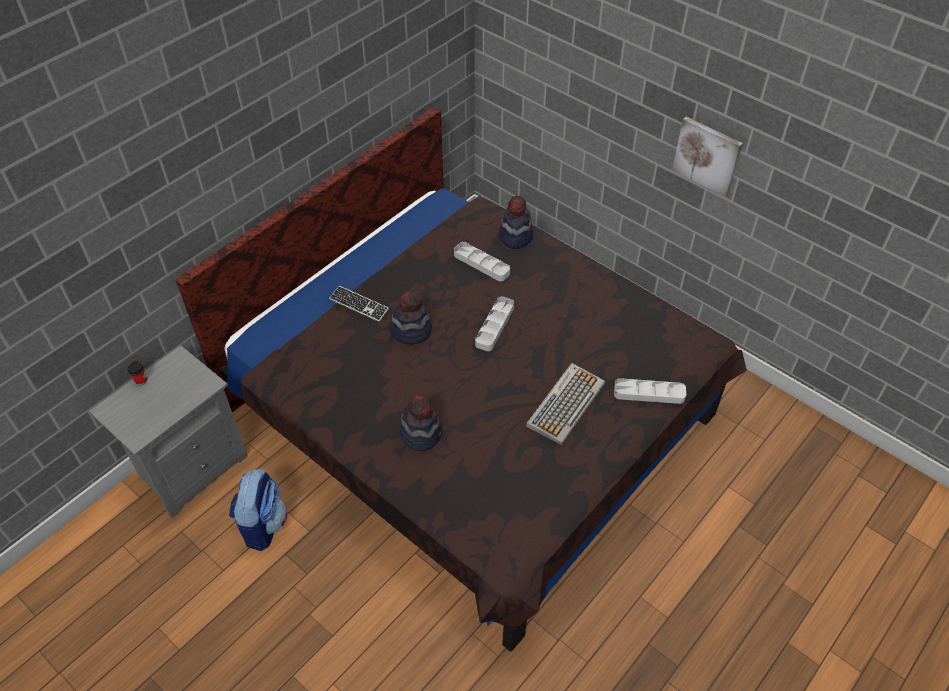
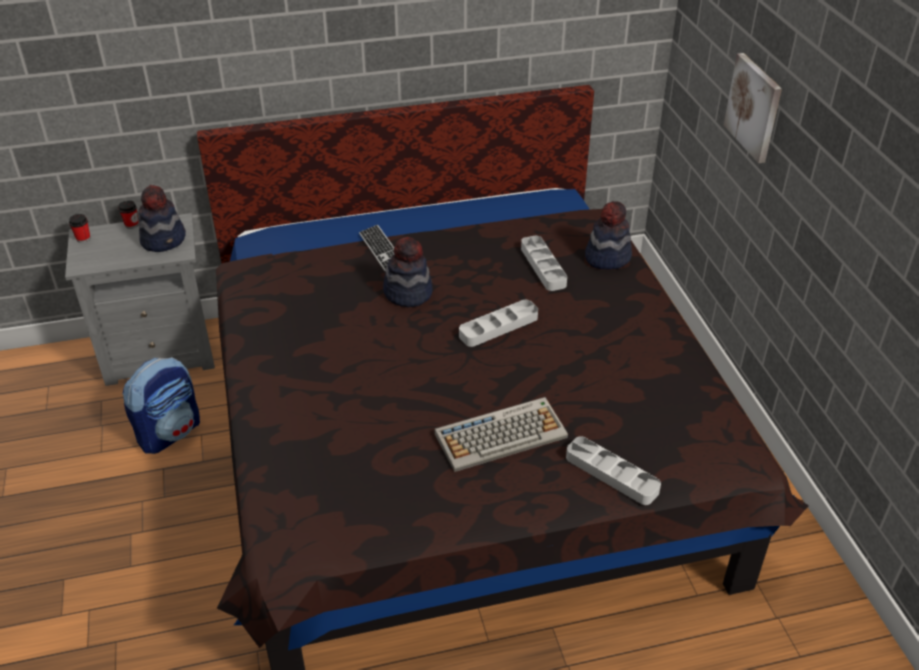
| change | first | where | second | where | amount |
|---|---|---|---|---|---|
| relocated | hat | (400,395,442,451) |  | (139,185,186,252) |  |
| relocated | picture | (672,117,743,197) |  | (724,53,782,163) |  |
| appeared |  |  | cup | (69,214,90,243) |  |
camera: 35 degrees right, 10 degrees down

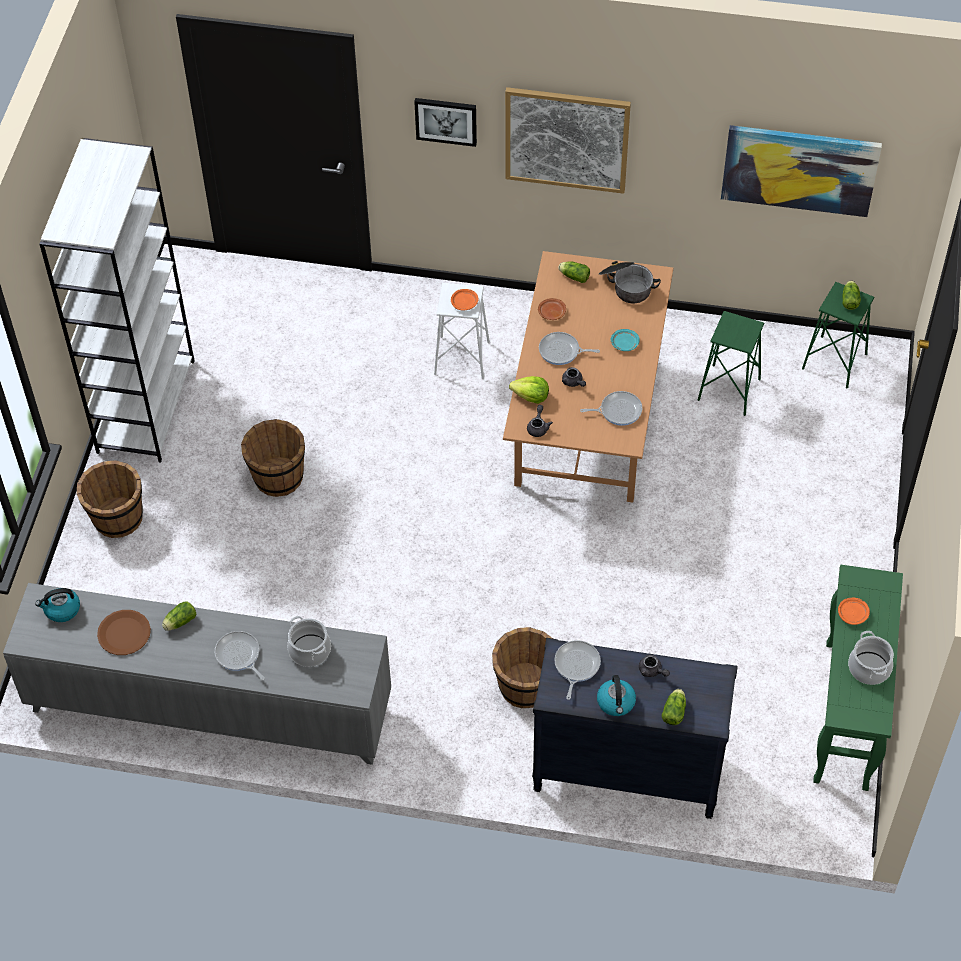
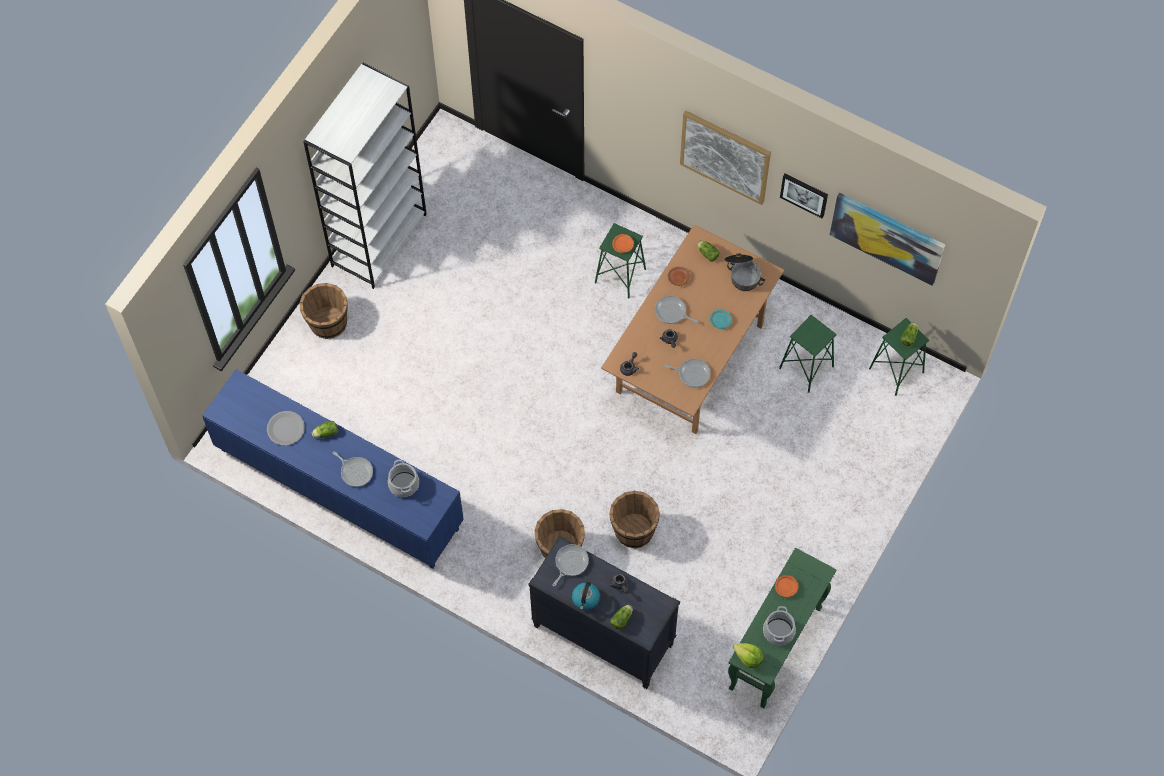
| change | first | where | second | where | amount |
|---|---|---|---|---|---|
| colour | cabinet (grey) | (3,583,391,765) | cabinet (blue) | (202,369,464,568) |  |
| missing | kettle | (35,588,80,622) |  |  |  |
| colour | plate (brown) | (97,610,151,655) | plate (grey) | (267,411,305,446) |  |
| spun | frying pan | (215,631,265,680) |  | (333,451,373,487) | 150 degrees clockwise |
| relocated | bucket (brown) | (241,419,305,497) |  | (609,491,660,548) |  |
| relocated | picture | (414,98,477,147) |  | (780,174,828,218) |  |
| colour | stool (white) | (434,283,490,379) | stool (green) | (595,223,646,299) |  |
| relocated | lettuce | (509,376,549,404) |  | (733,643,764,668) |  |
camera: 20 degrees right, 10 degrees up

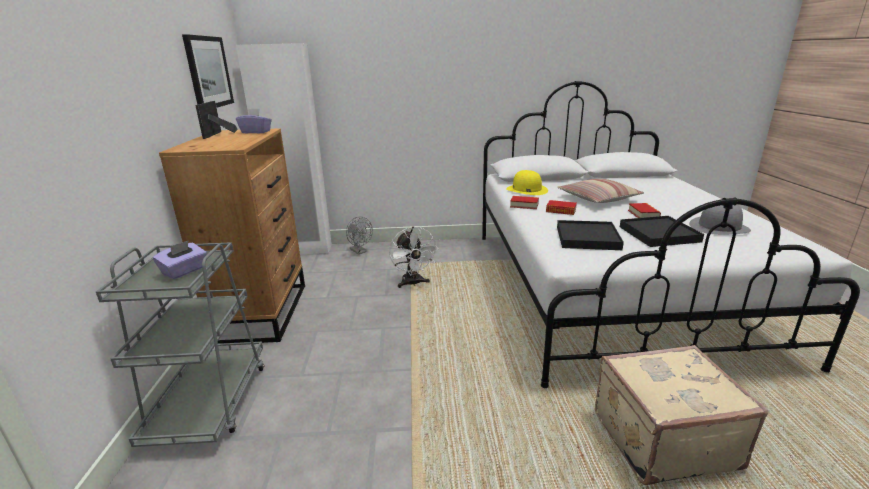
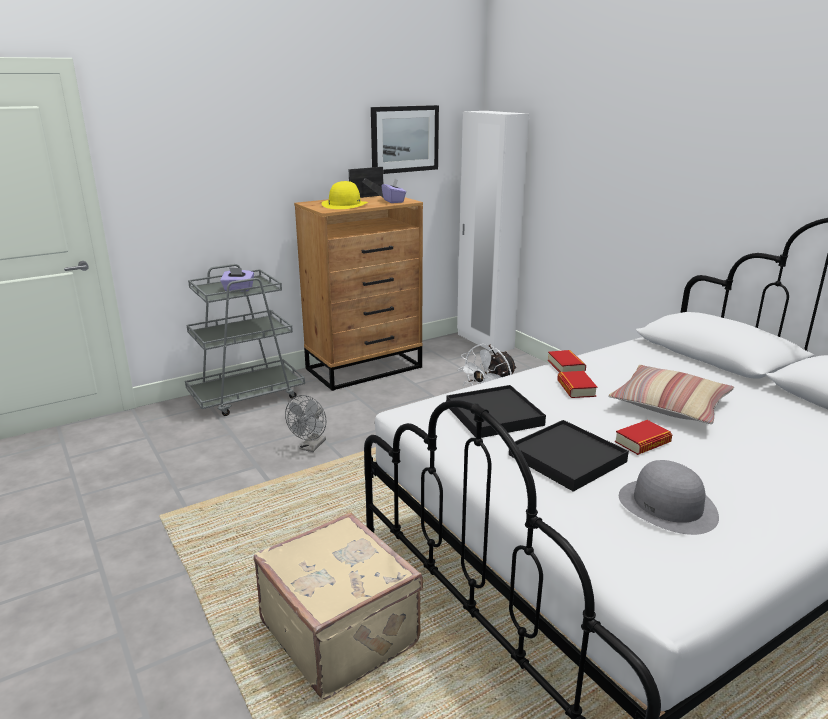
| change | first | where | second | where | amount |
|---|---|---|---|---|---|
| relocated | fan (grey) | (346,217,373,254) |  | (285,395,326,452) |  |
| relocated | hat (yellow) | (506,170,548,195) |  | (321,181,368,209) |  |
camera: 60 degrees right, 0 degrees up

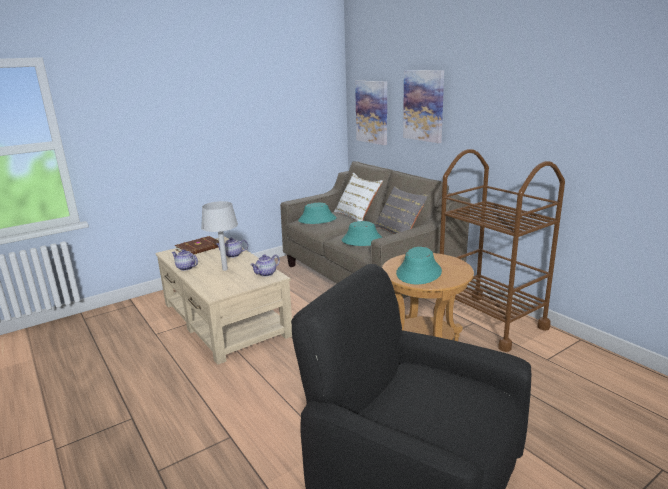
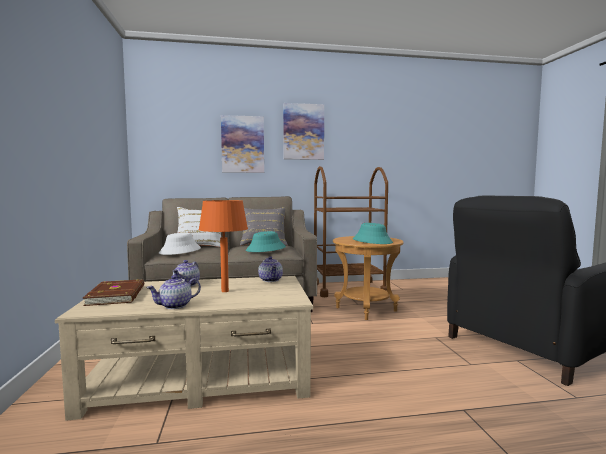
| change | first | where | second | where | amount |
|---|---|---|---|---|---|
| colour | table lamp (grey) | (201,201,238,271) | table lamp (orange) | (199,200,248,292) |  |
| colour | hat (turquoise) | (298,203,337,224) | hat (white) | (159,232,201,255) |  |
| relocated | picture | (355,81,387,145) |  | (283,103,324,160) |  |
camera: 65 degrees left, 15 degrees down

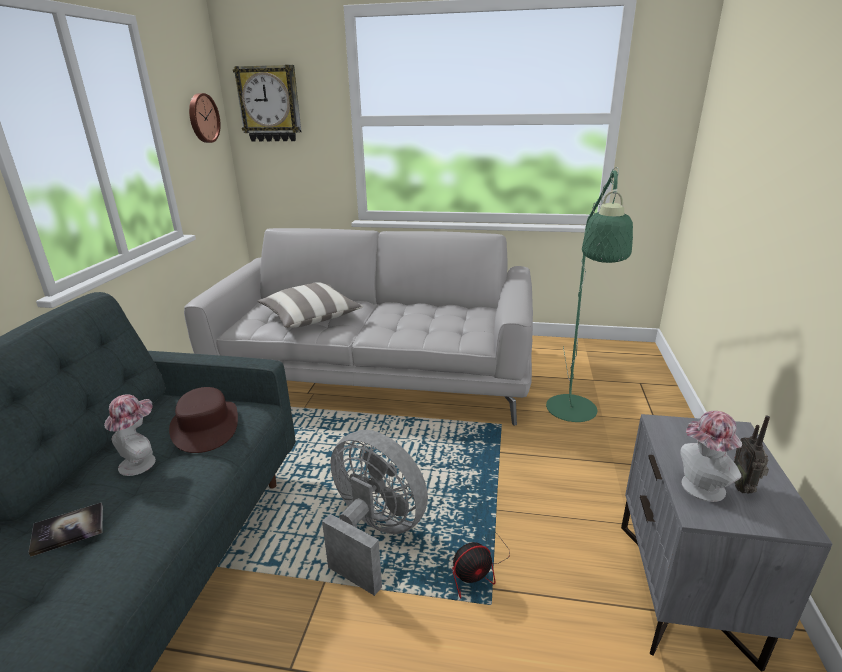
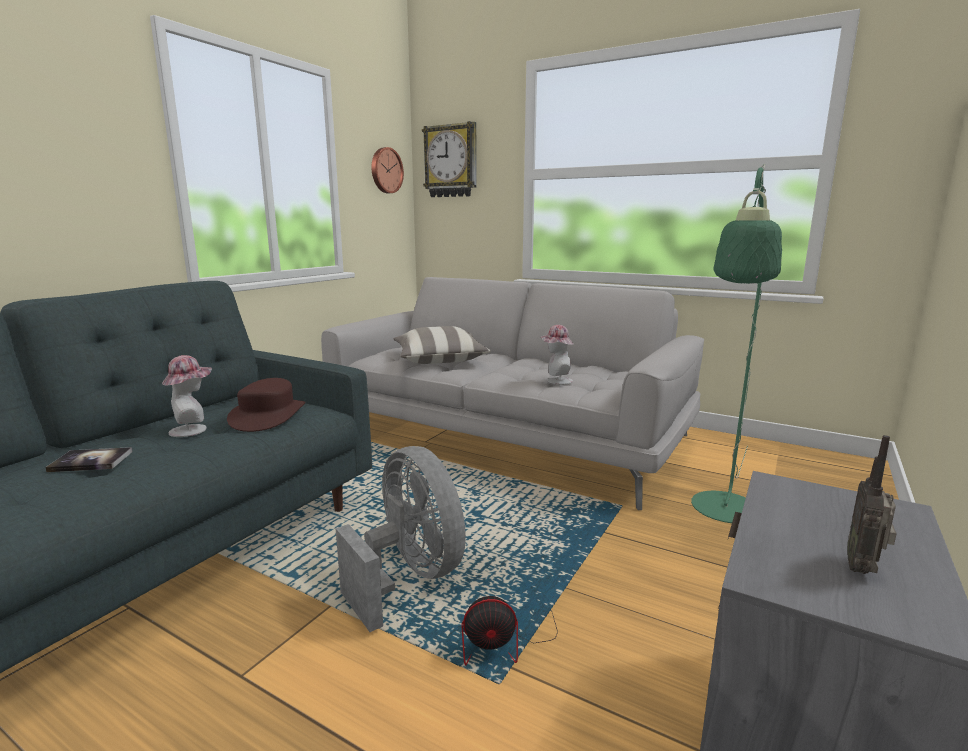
| change | first | where | second | where | amount |
|---|---|---|---|---|---|
| relocated | hat | (681,411,742,502) |  | (540,325,573,385) |  |
camera: 20 degrees right, 10 degrees down

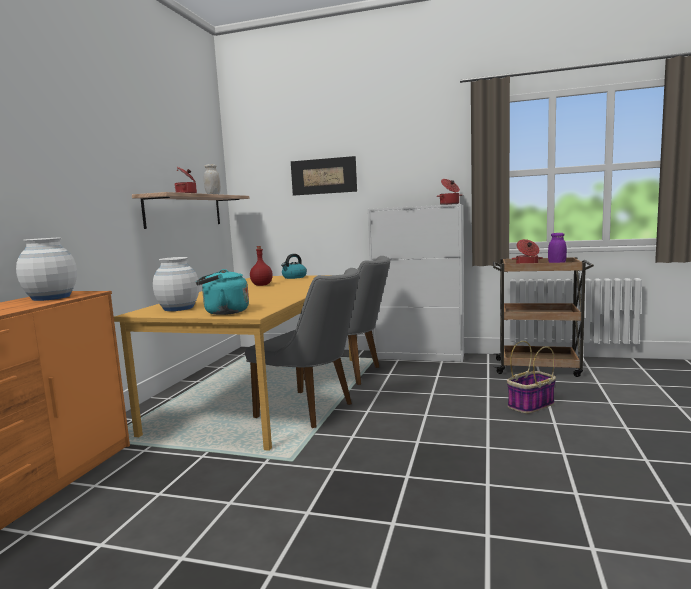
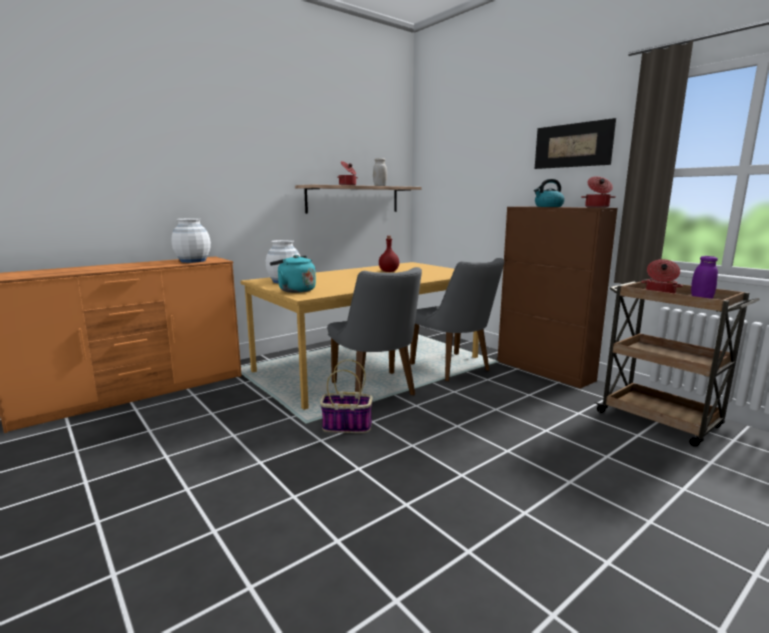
| change | first | where | second | where | amount |
|---|---|---|---|---|---|
| relocated | kettle | (281,254,307,279) |  | (534,179,565,207) |  |
| relocated | picture | (291,156,357,196) |  | (535,118,616,169) |  |
| colour | cabinet (white) | (368,204,464,362) | cabinet (brown) | (497,206,618,389) |  |
| relocated | basket | (507,341,556,414) |  | (320,359,373,433) |  |
camera: 35 degrees right, 5 degrees up

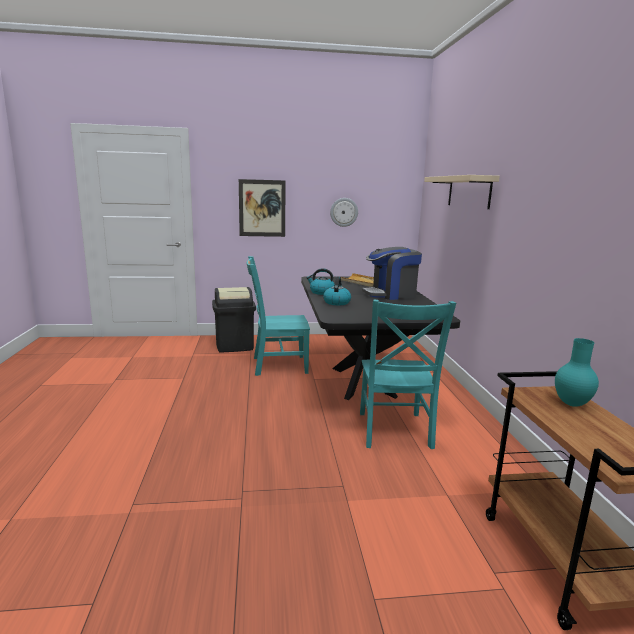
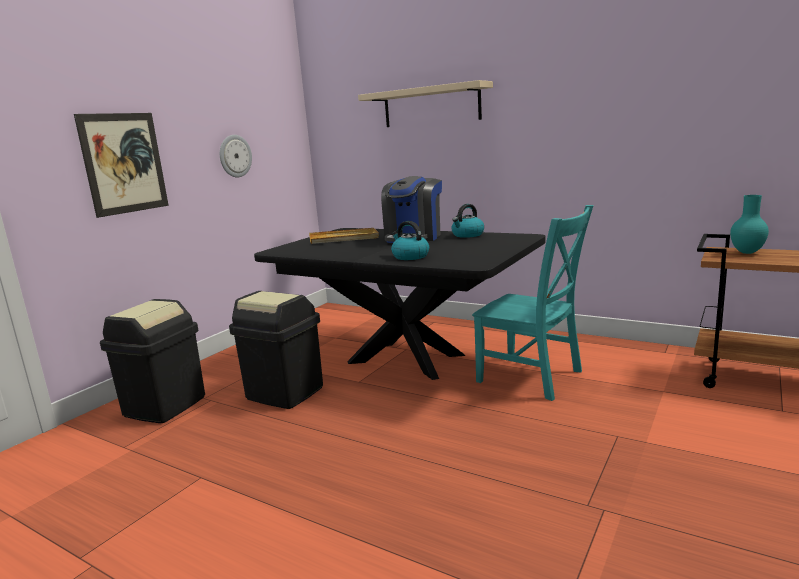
| change | first | where | second | where | amount |
|---|---|---|---|---|---|
| exchanged | chair (turquoise) | (246,256,310,376) | trash can (black) | (229,291,323,409) |  |
| relocated | kettle | (307,268,335,295) |  | (451,204,484,238) |  |
camera: 50 degrees left, 0 degrees up

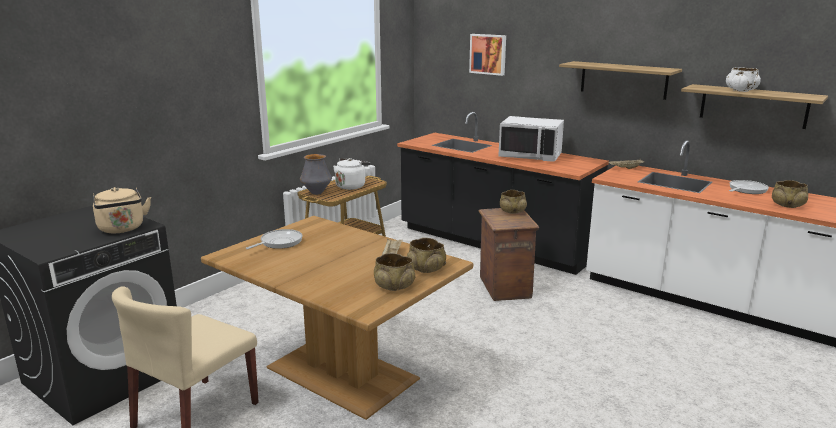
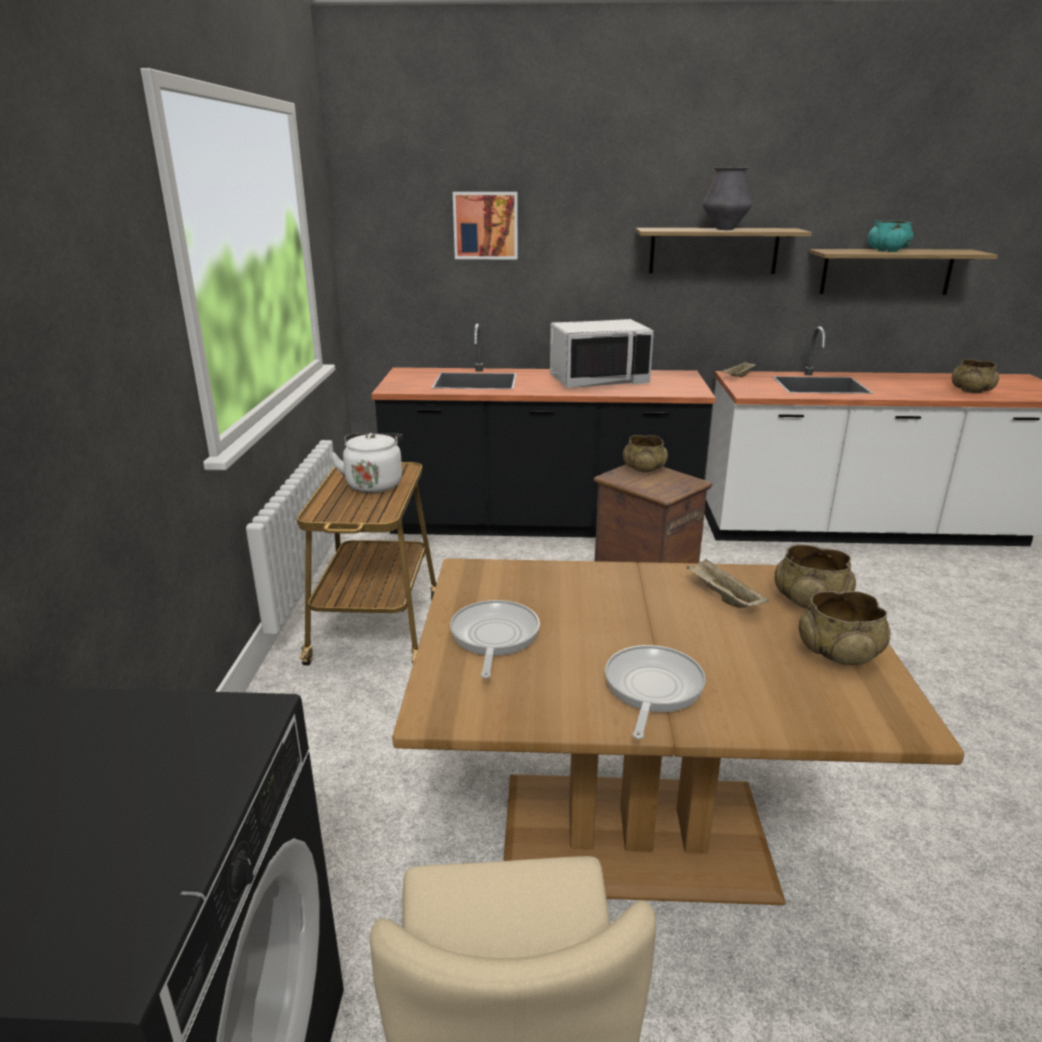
| change | first | where | second | where | amount |
|---|---|---|---|---|---|
| missing | kettle (beige) | (93,187,151,233) |  |  |  |
| relocated | vase | (300,154,332,195) |  | (703,167,752,230) |  |
| colour | bowl (white) | (726,67,761,92) | bowl (turquoise) | (868,220,914,252) |  |
| relocated | frying pan | (729,180,769,194) |  | (605,645,706,739) |  |
camera: 35 degrees left, 5 degrees up

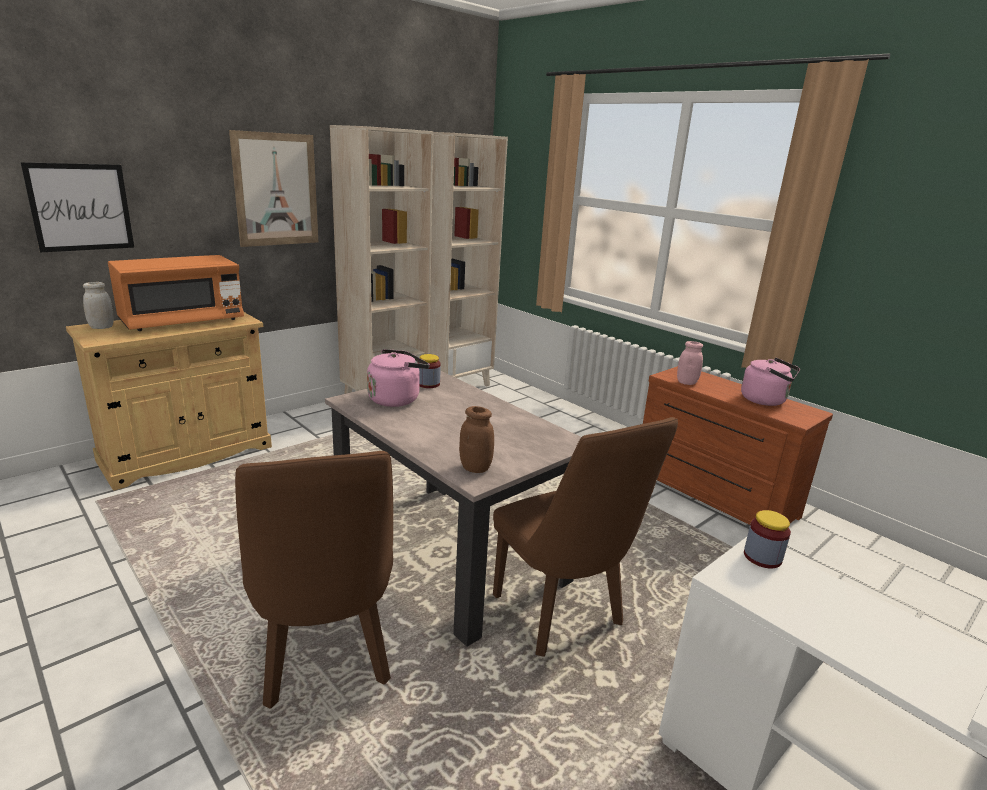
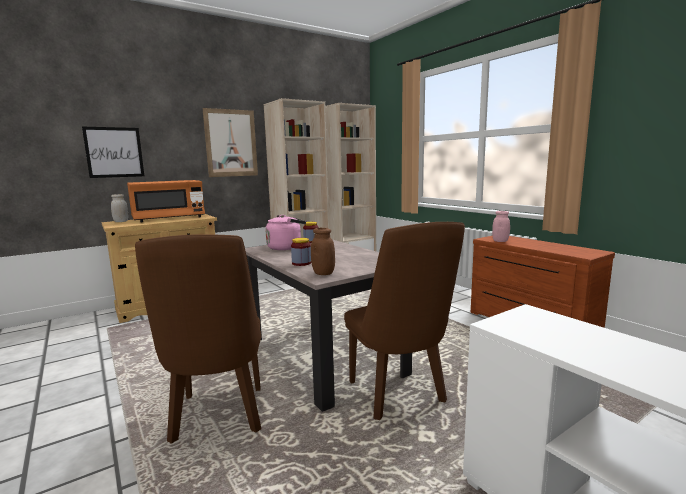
| change | first | where | second | where | amount |
|---|---|---|---|---|---|
| missing | kettle (pink) | (741,357,800,406) |  |  |  |
| relocated | jar | (744,510,791,569) |  | (291,238,311,266) |  |
camera: 10 degrees right, 10 degrees down

